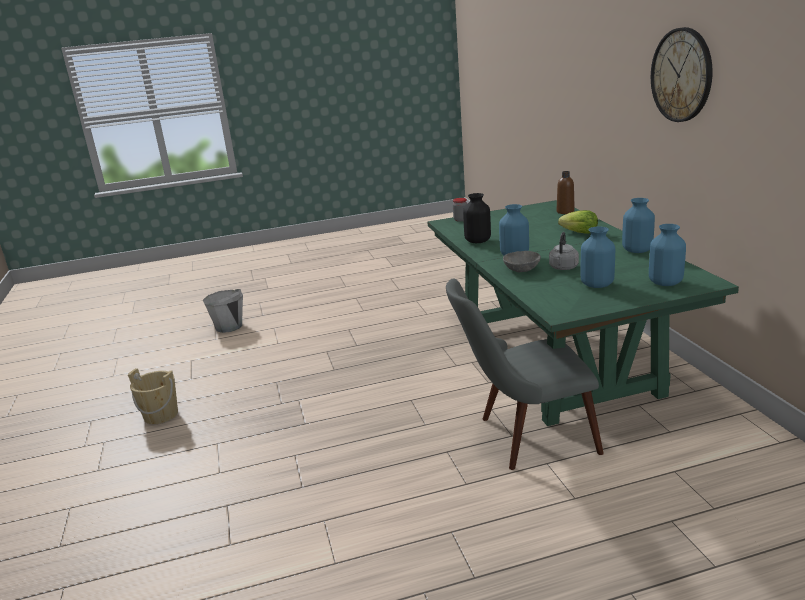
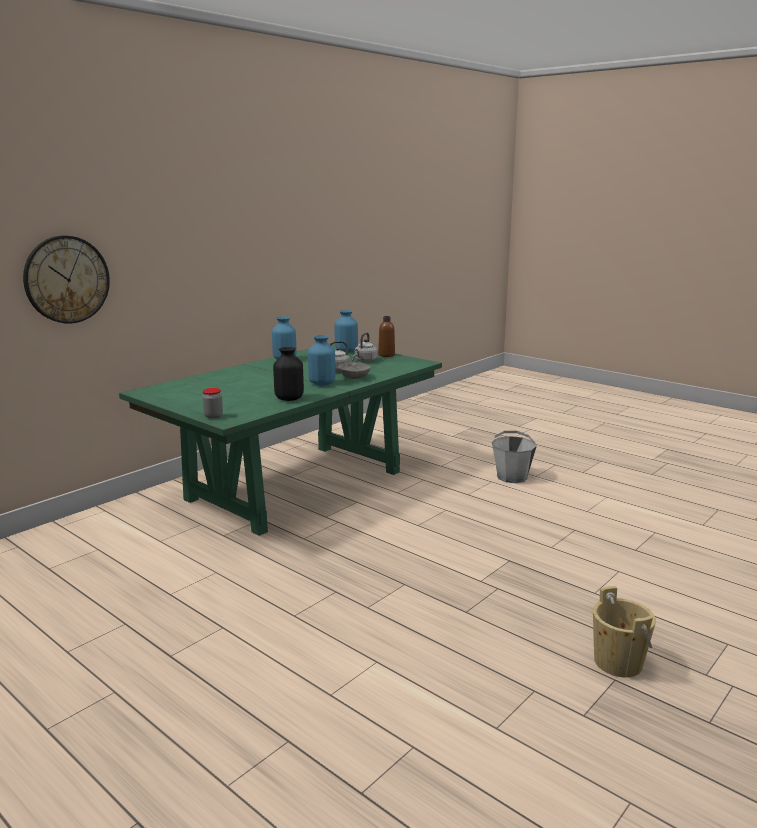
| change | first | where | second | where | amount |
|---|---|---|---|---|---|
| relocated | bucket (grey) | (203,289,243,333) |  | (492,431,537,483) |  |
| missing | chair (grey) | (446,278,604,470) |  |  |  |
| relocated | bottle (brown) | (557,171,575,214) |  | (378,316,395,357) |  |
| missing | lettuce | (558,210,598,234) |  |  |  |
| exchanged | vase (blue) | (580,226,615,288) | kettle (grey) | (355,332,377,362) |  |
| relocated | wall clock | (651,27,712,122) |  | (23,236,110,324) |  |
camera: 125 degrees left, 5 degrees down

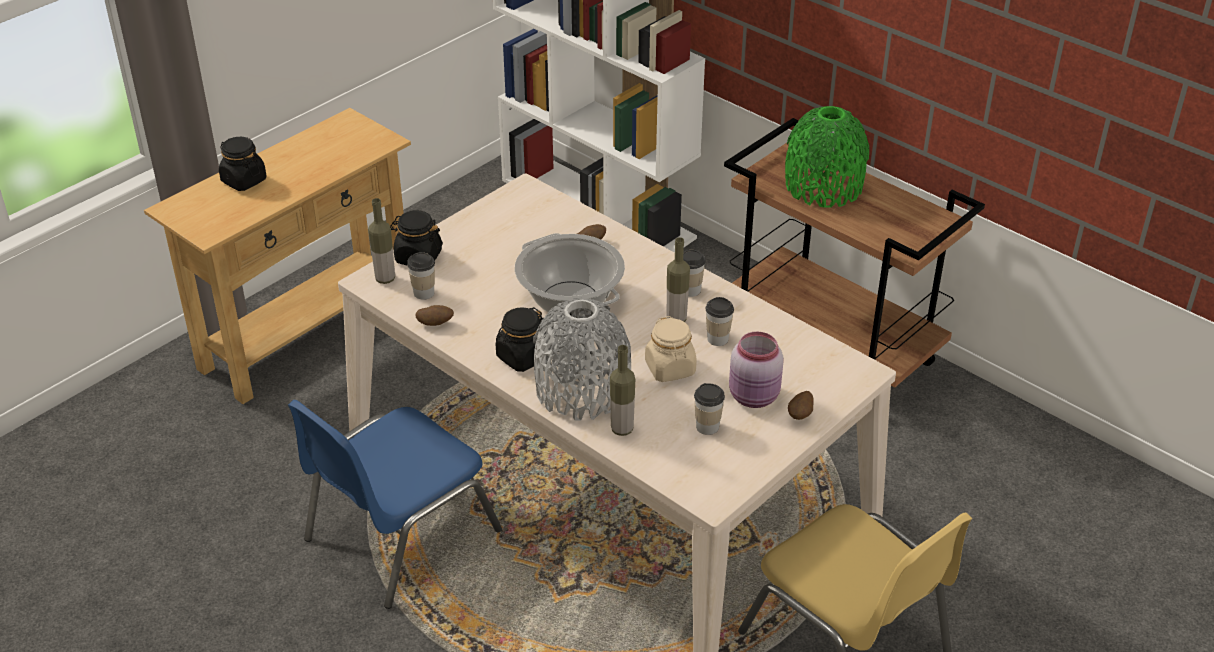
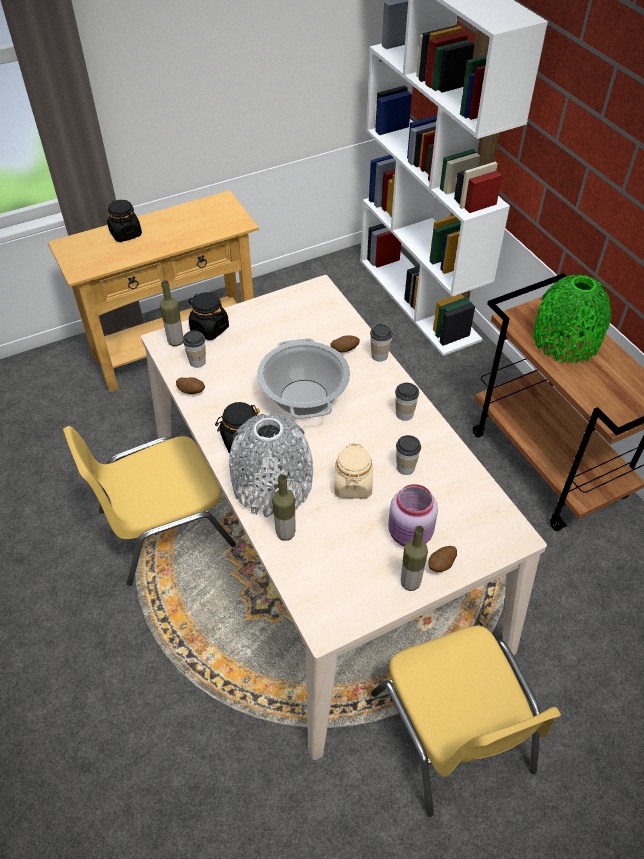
| change | first | where | second | where | amount |
|---|---|---|---|---|---|
| colour | chair (blue) | (288,400,502,609) | chair (yellow) | (63,426,236,586) |  |
| relocated | bottle | (667,237,690,322) |  | (401,526,428,591) |  |
| relocated | cup | (694,383,725,435) |  | (370,324,392,361) |  |
camera: 20 degrees right, 10 degrees up

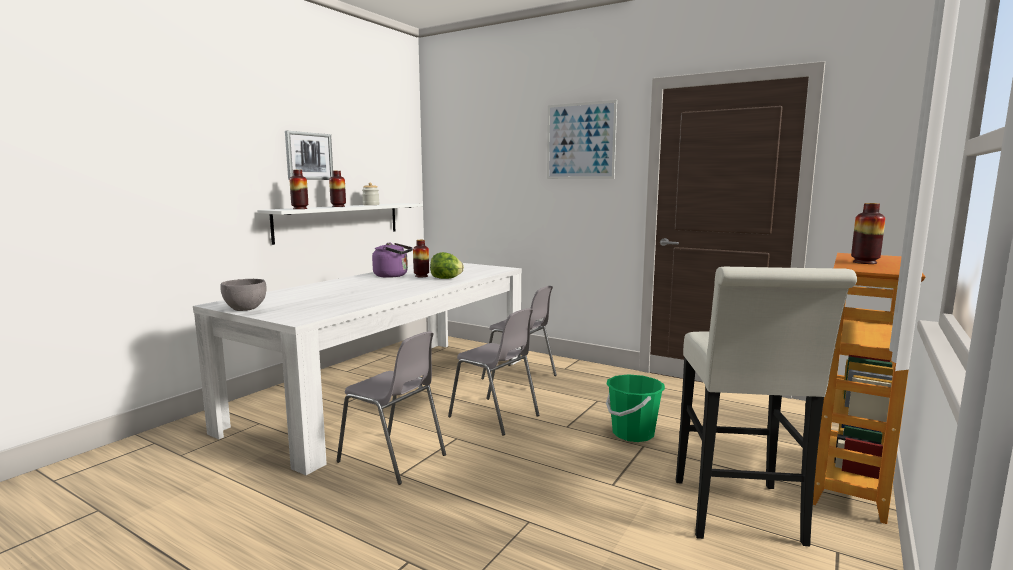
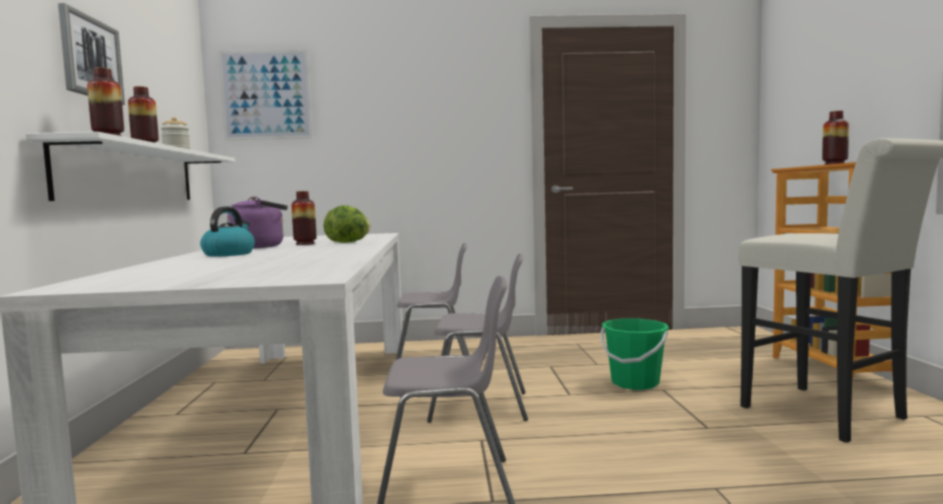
| change | first | where | second | where | amount |
|---|---|---|---|---|---|
| missing | bowl (grey) | (220,279,267,311) |  |  |  |
| relocated | picture | (547,100,617,179) |  | (218,50,313,140) |  |
| appeared |  |  | kettle | (200,206,255,257) |  |
camera: 35 degrees left, 5 degrees down

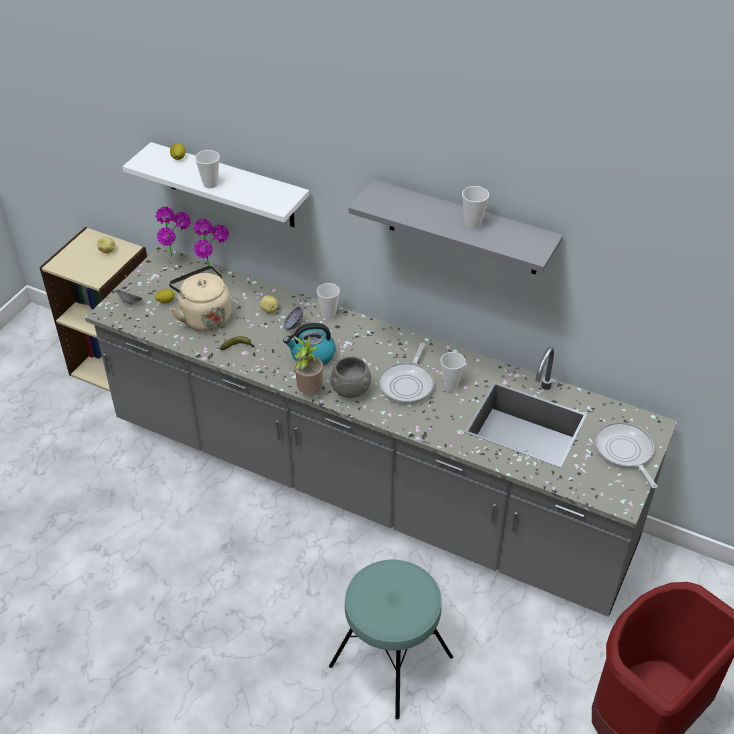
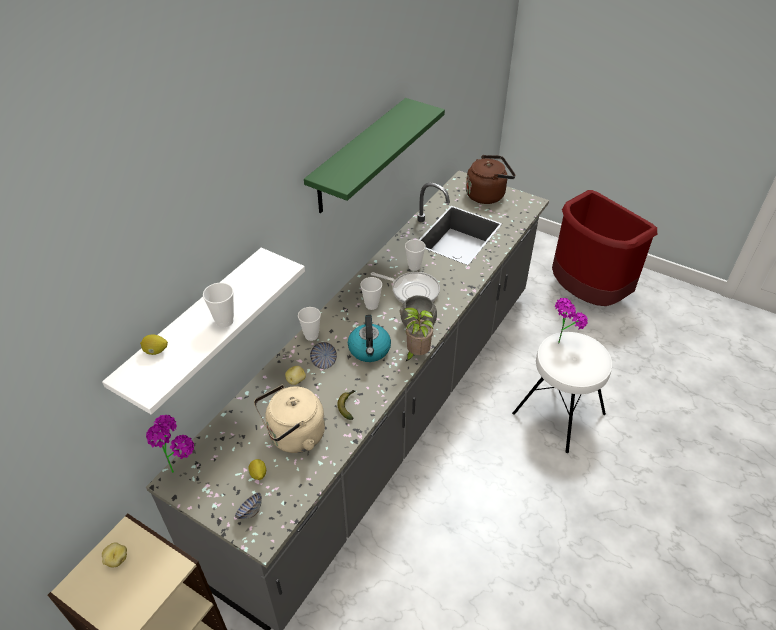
| change | first | where | second | where | amount |
|---|---|---|---|---|---|
| relocated | potted plant | (194,219,229,266) |  | (555,298,588,344) |  |
| colour | stool (turquoise) | (329,560,453,720) | stool (white) | (512,332,612,453) |  |
| colour | shelf (grey) | (348,179,563,274) | shelf (green) | (304,98,445,213) |  |
| relocated | cup | (462,186,489,228) |  | (360,277,382,310) |  |
| exchanged | frying pan | (595,422,658,489) | kettle (brown) | (466,155,515,204) |  |
camera: 85 degrees left, 0 degrees up

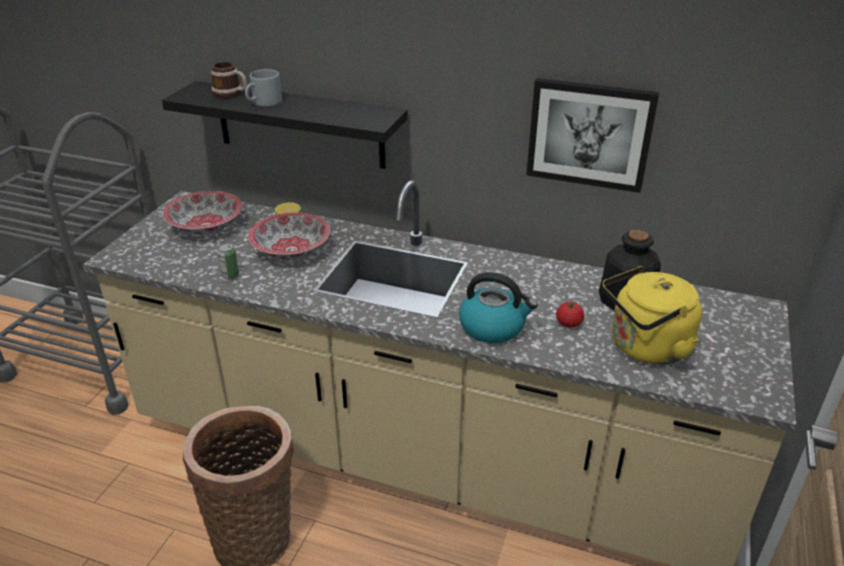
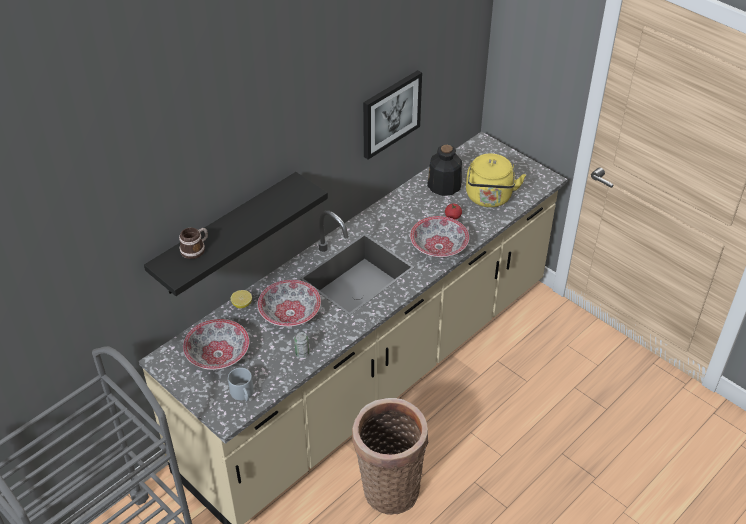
| change | first | where | second | where | amount |
|---|---|---|---|---|---|
| relocated | mug (grey) | (245,69,282,106) |  | (228,368,254,401) |  |
| exchanged | kettle | (459,272,538,343) | bowl | (410,216,469,258) |  |
camera: 65 degrees left, 10 degrees up

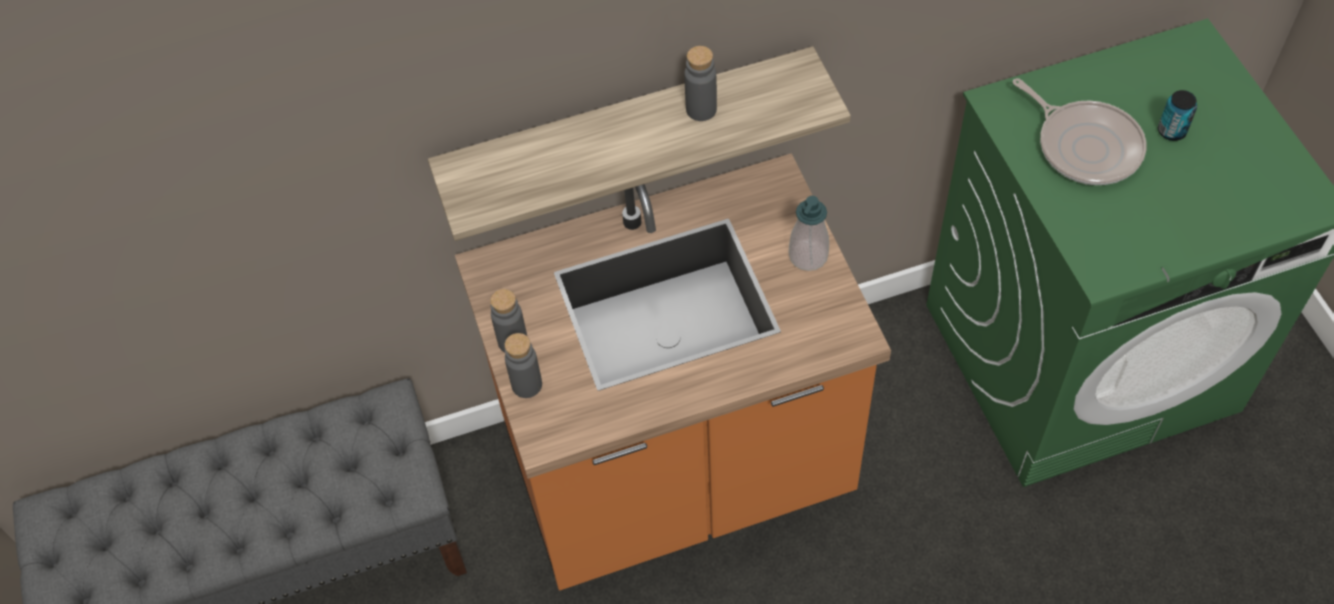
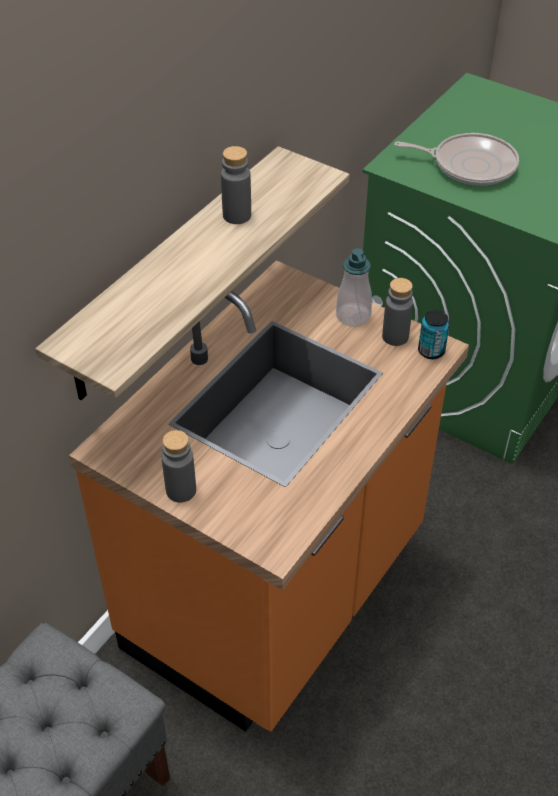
| change | first | where | second | where | amount |
|---|---|---|---|---|---|
| relocated | bottle (grey) | (504,333,542,398) |  | (382,278,413,346) |  |
| relocated | can | (1158,90,1197,141) |  | (418,310,450,359) |  |
camera: 40 degrees left, 10 degrees down

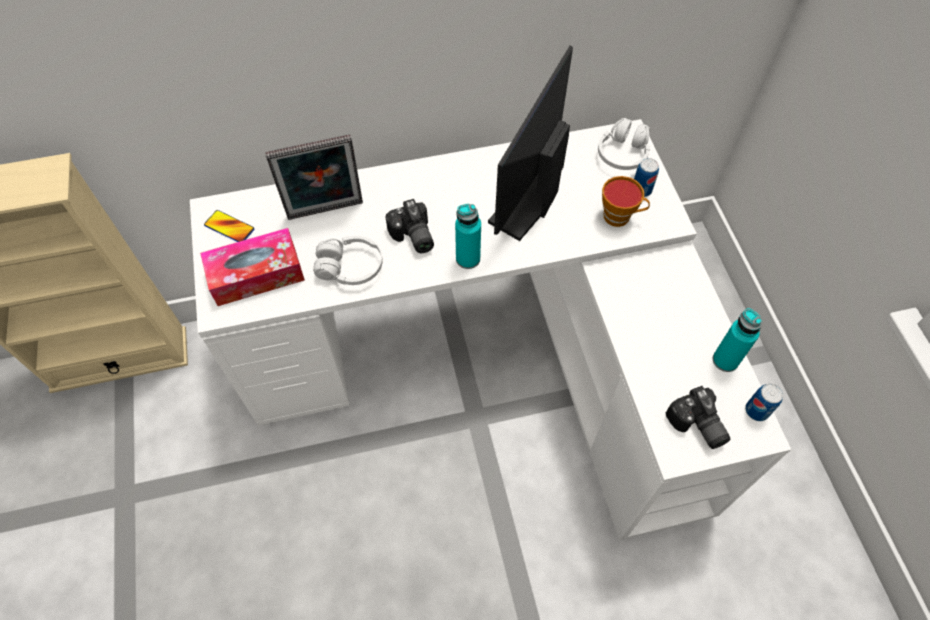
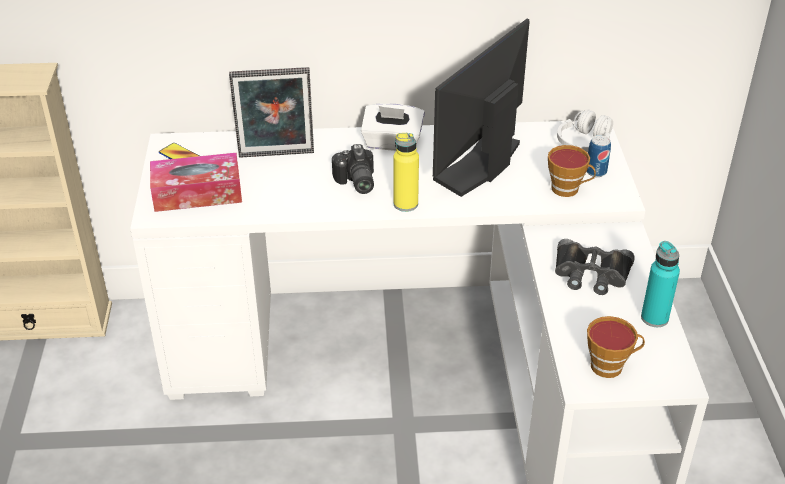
| change | first | where | second | where | amount |
|---|---|---|---|---|---|
| missing | headphones (white) | (313,236,383,285) |  |  |  |
| colour | bottle (turquoise) | (455,204,481,269) | bottle (yellow) | (394,133,419,212) |  |
| exchanged | photo camera | (666,385,731,449) | cup | (587,316,645,378) |  |
| missing | can | (745,384,783,421) |  |  |  |
| appeared |  |  | tissue box (white) | (361,103,425,151) |  |
| appeared |  |  | binoculars (black) | (555,239,635,295) |  |
camera: 10 degrees right, 20 degrees down

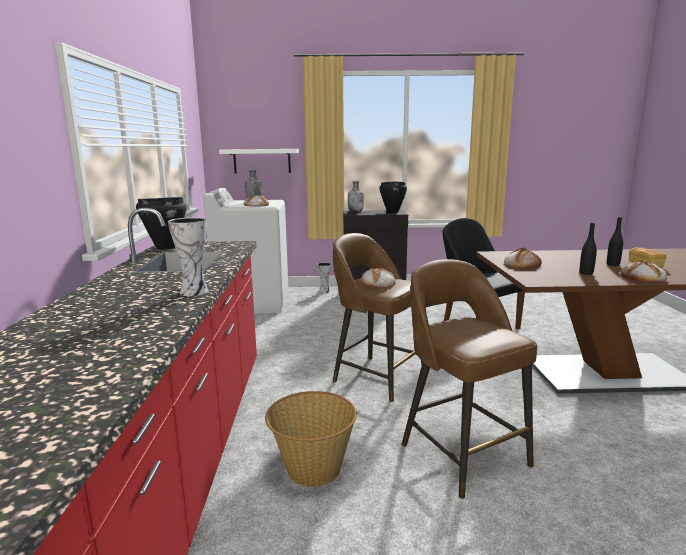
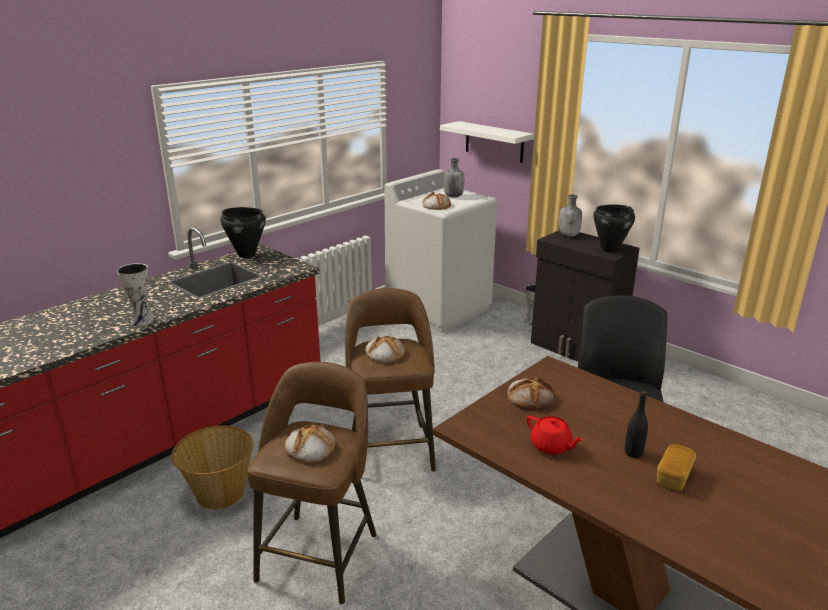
| change | first | where | second | where | amount |
|---|---|---|---|---|---|
| exchanged | bottle (black) | (579,222,597,275) | teapot (red) | (526,416,583,455) |  |
| relocated | bread | (620,260,667,282) |  | (284,425,335,463) |  |
camera: 45 degrees right, 10 degrees up

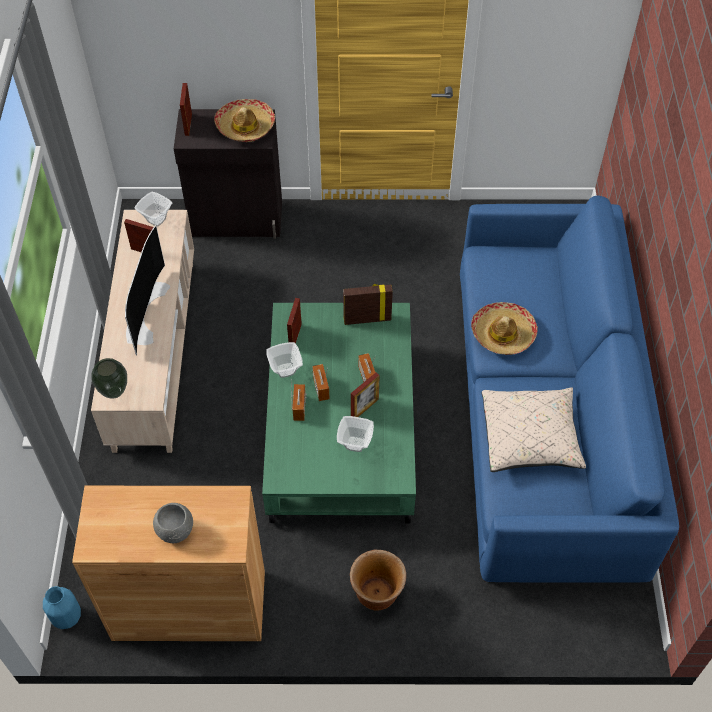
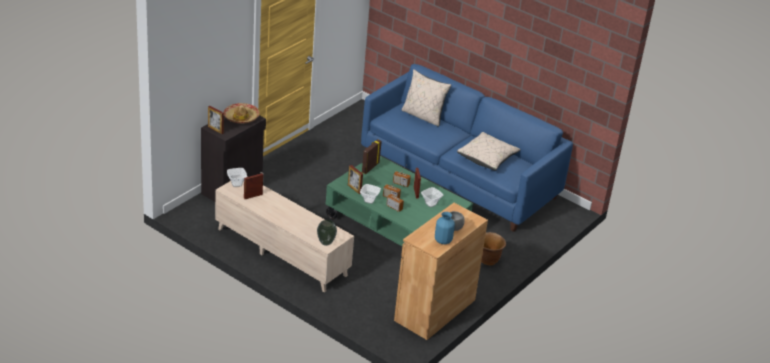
| change | first | where | second | where | amount |
|---|---|---|---|---|---|
| relocated | vase (blue) | (43,586,81,629) |  | (435,212,455,244) |  |
| missing | television | (125,225,170,355) |  |  |  |
| missing | hat | (471,302,538,355) |  |  |  |
| appeared |  |  | pillow (beige) | (402,69,451,127) |  |
camera: 55 degrees left, 20 degrees down

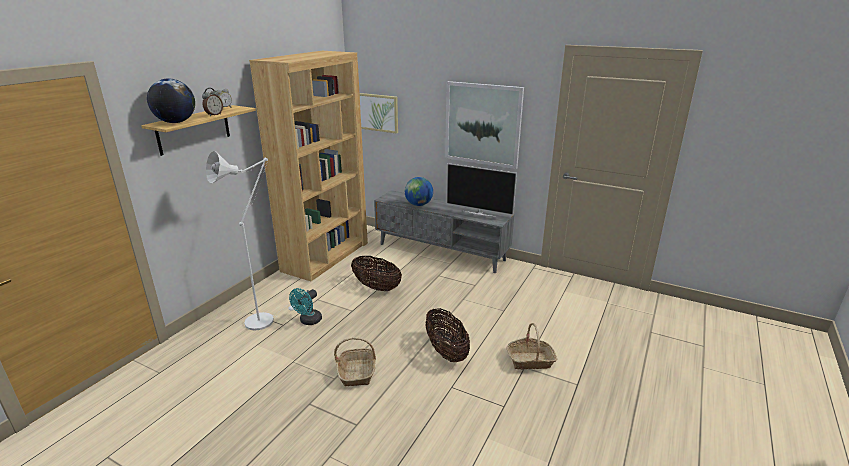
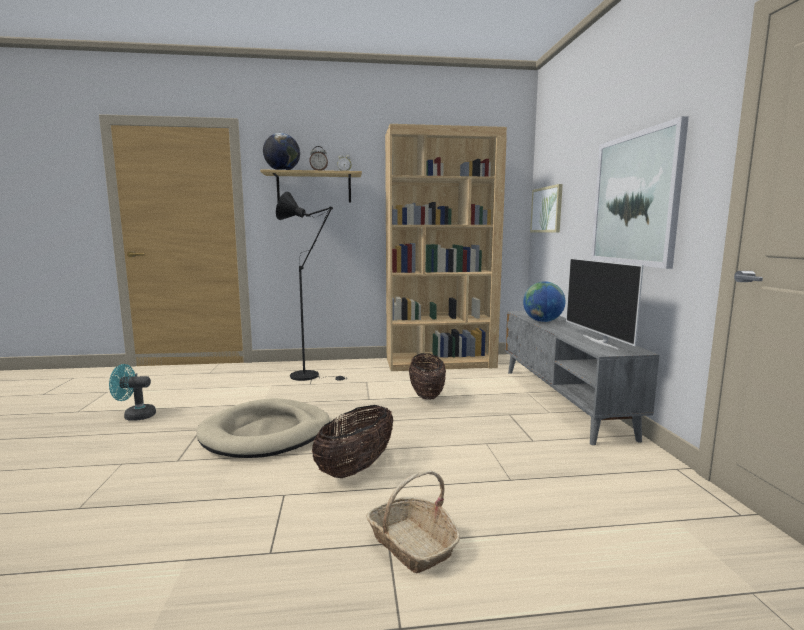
| change | first | where | second | where | amount |
|---|---|---|---|---|---|
| colour | floor lamp (white) | (206,151,297,331) | floor lamp (black) | (276,192,348,381) |  |
| relocated | fan (turquoise) | (289,288,322,325) |  | (109,364,156,421) |  |
| exchanged | basket | (334,338,376,386) | dog bed (beige) | (197,398,330,458) |  |
camera: 55 degrees right, 15 degrees down

